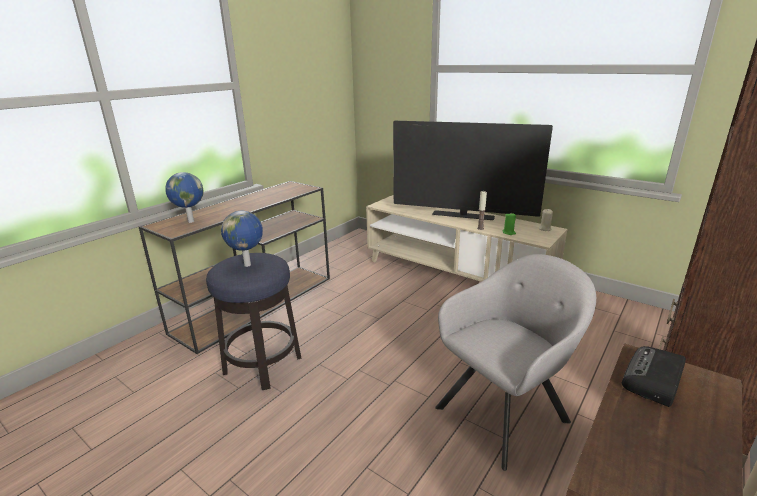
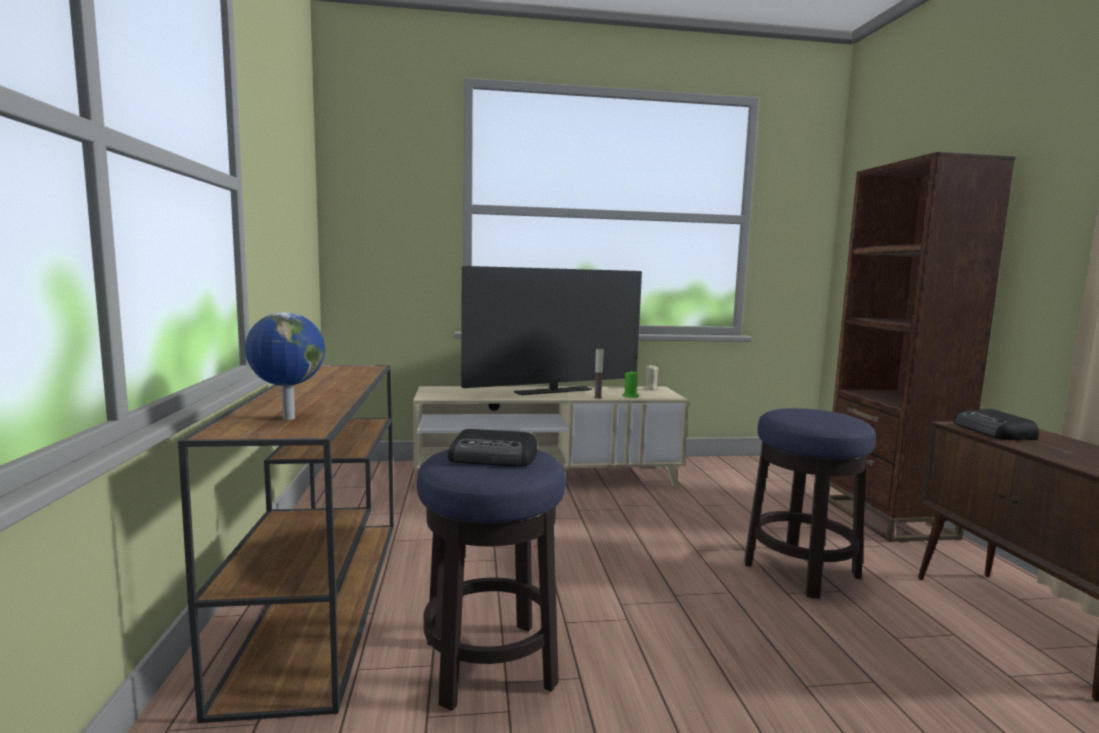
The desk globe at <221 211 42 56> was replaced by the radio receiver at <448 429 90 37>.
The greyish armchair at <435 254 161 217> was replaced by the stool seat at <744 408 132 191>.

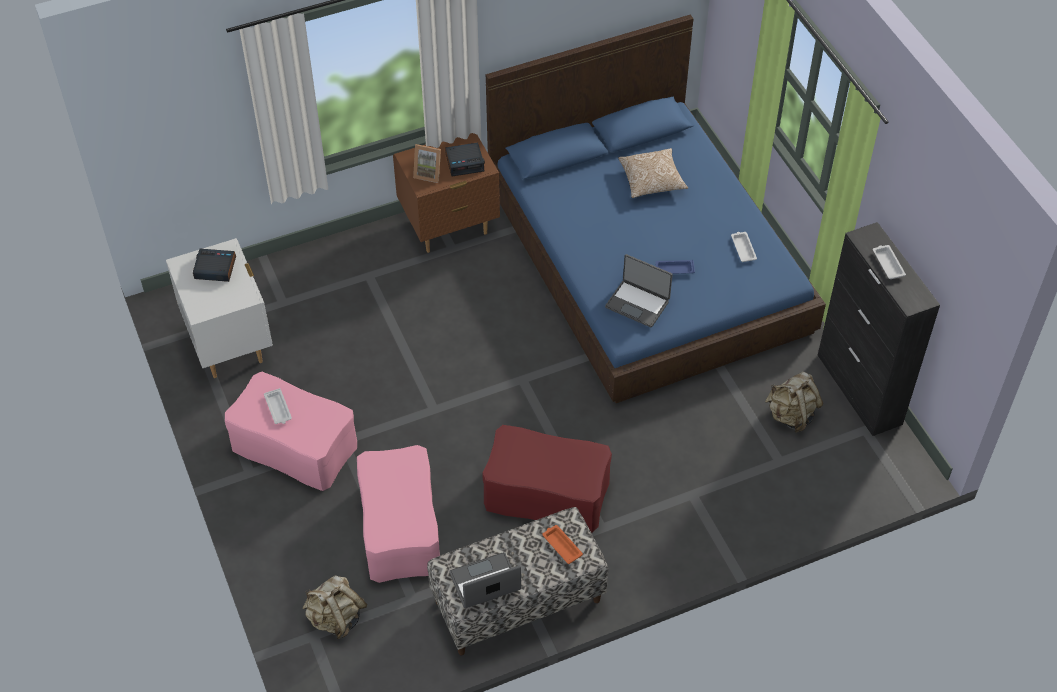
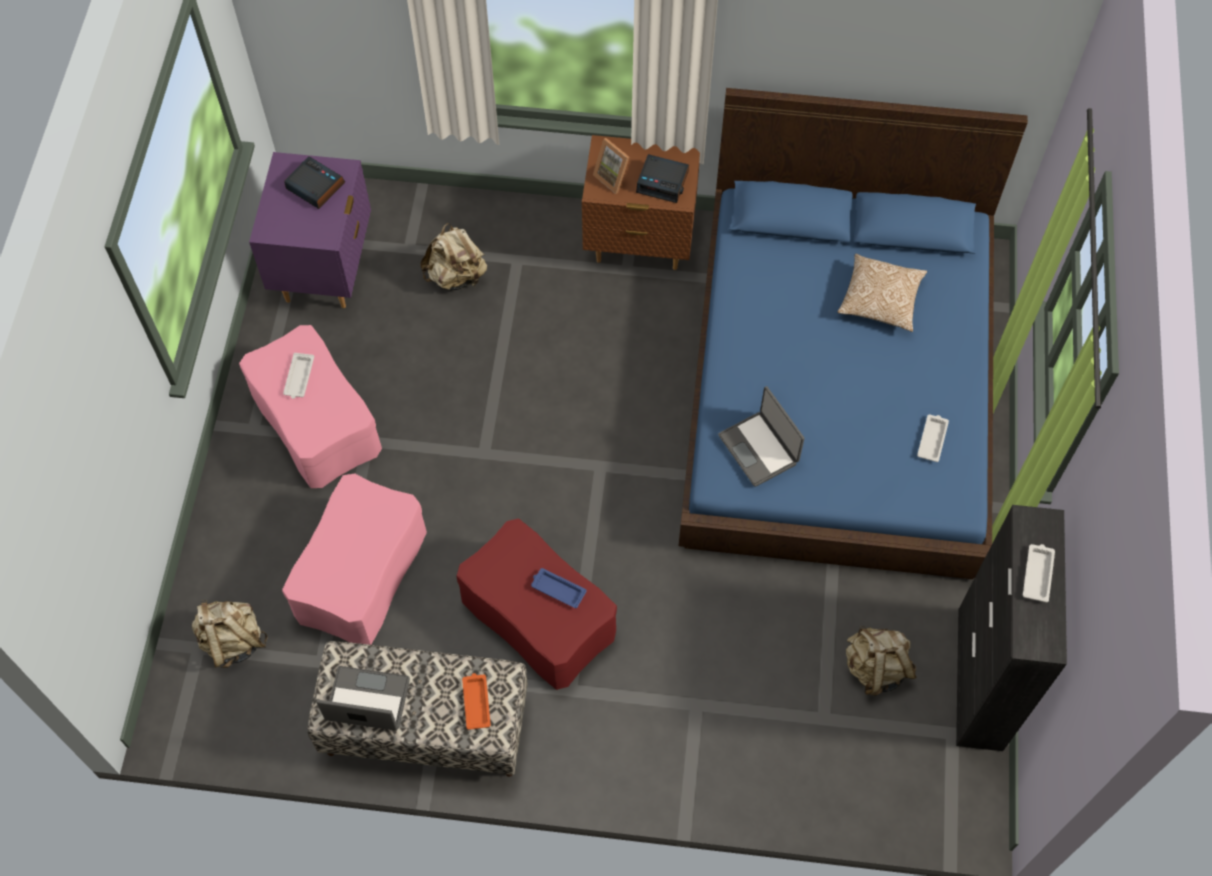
The white bedside table at <166 238 107 140> became the purplish bedside table at <249 152 122 156>.
The beige backpack at <420 223 67 67> appeared.
The blue carrying tray moved from <655 260 40 14> to <531 568 55 40>.

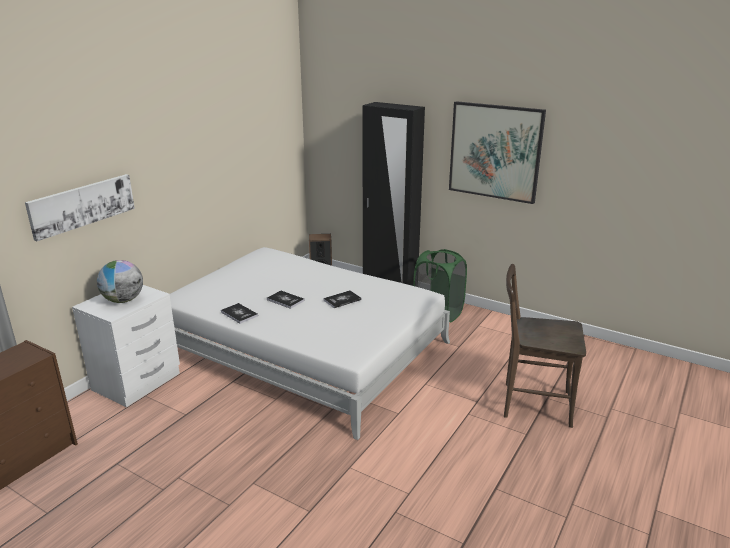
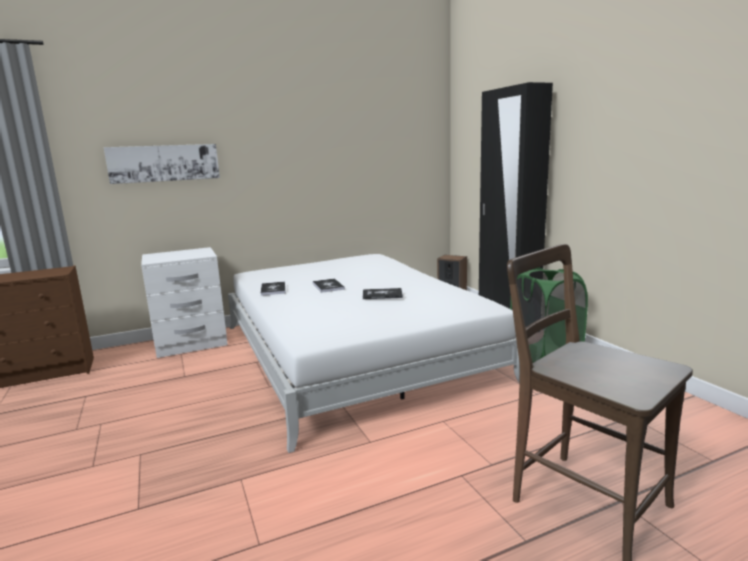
The desk globe at <97 260 46 43> disappeared.
The wall picture at <449 101 97 103> disappeared.

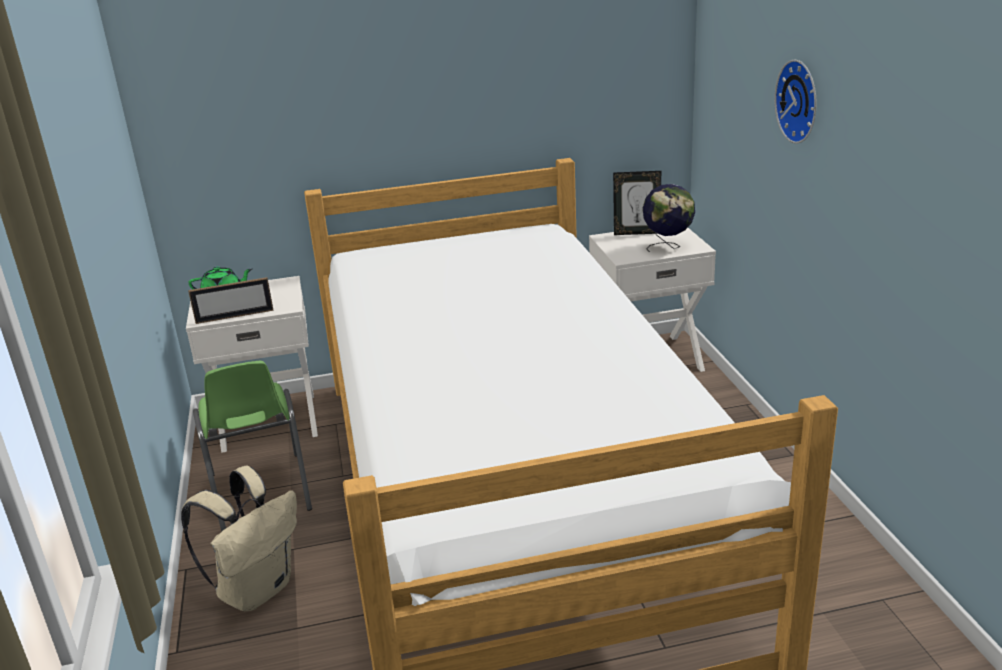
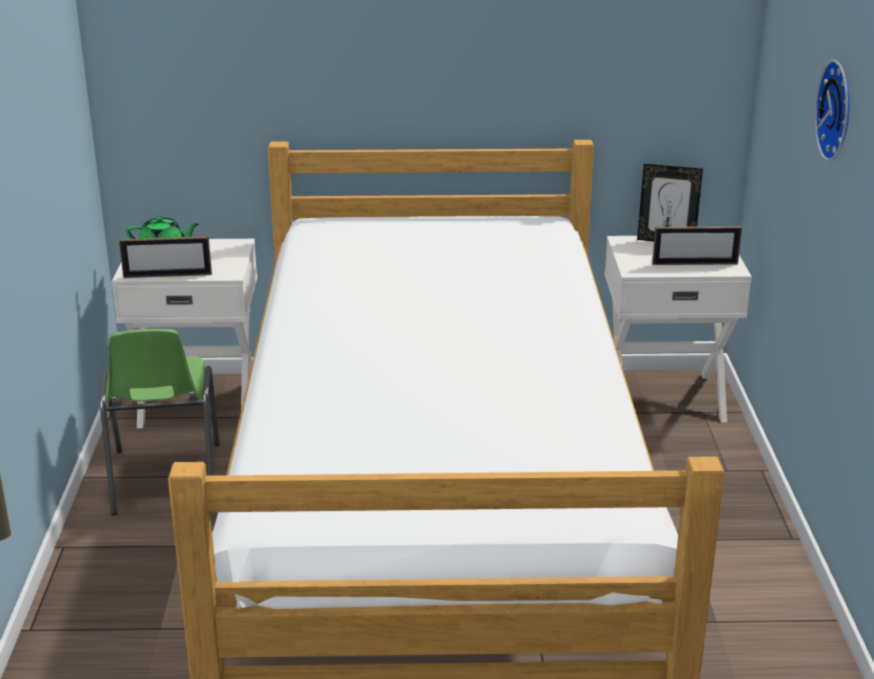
The desk globe at <643 184 52 68> was replaced by the picture frame at <652 226 90 39>.
The beige backpack at <181 466 116 146> disappeared.

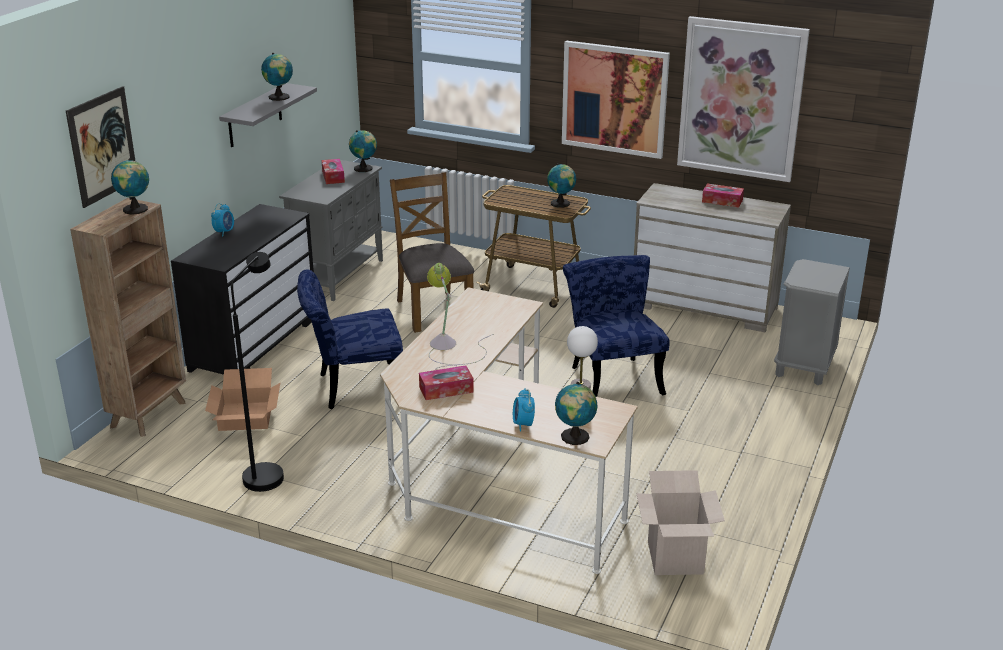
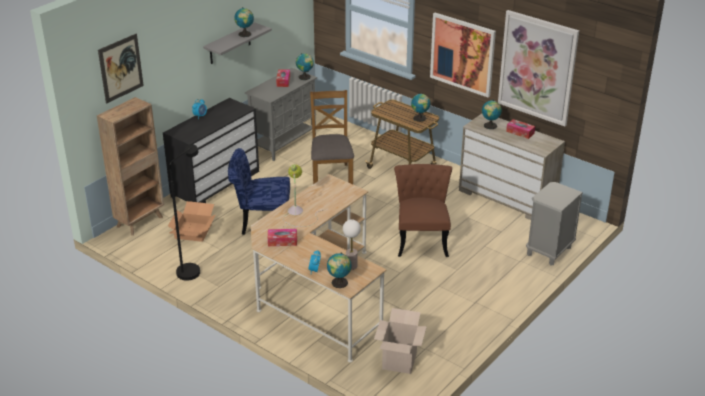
The blue plain chair at <563 255 107 142> became the brownish plain chair at <394 164 58 93>.
The desk globe moved from <111 158 38 57> to <482 100 20 29>.

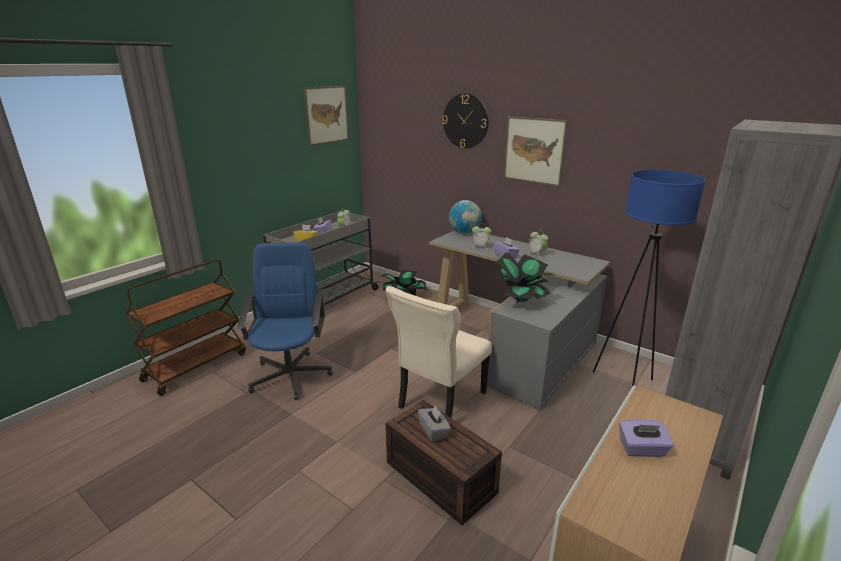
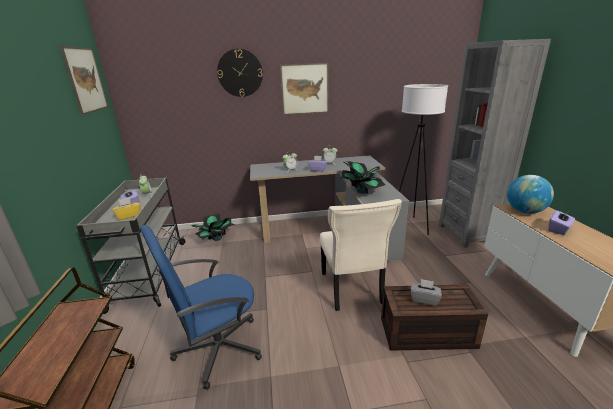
The blue desk chair at <237 242 96 158> turned 75 degrees counterclockwise.
The blue standing lamp at <593 170 113 217> became the white standing lamp at <399 84 49 151>.
The desk globe moved from <449 200 33 34> to <507 175 47 39>.

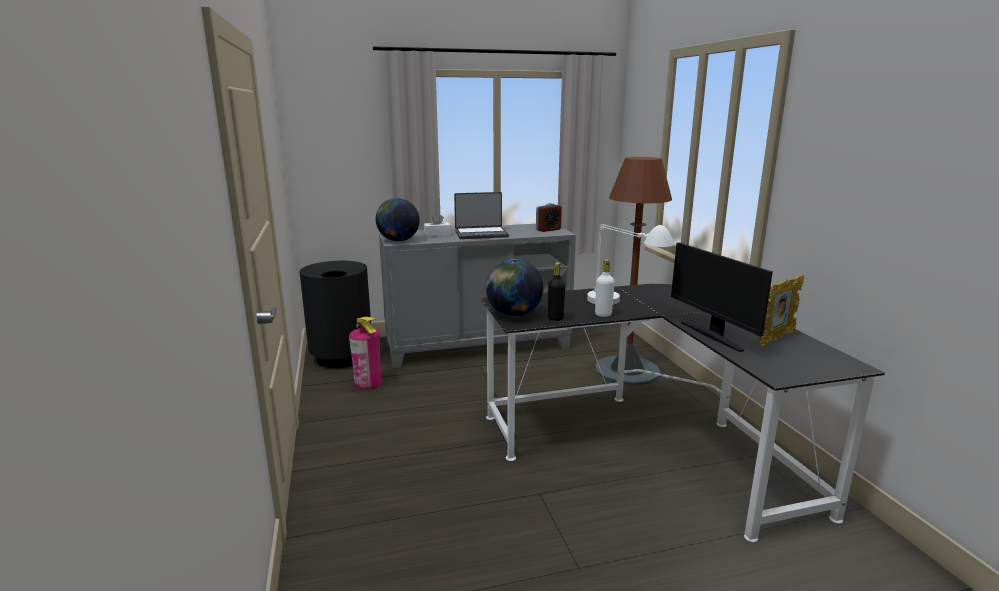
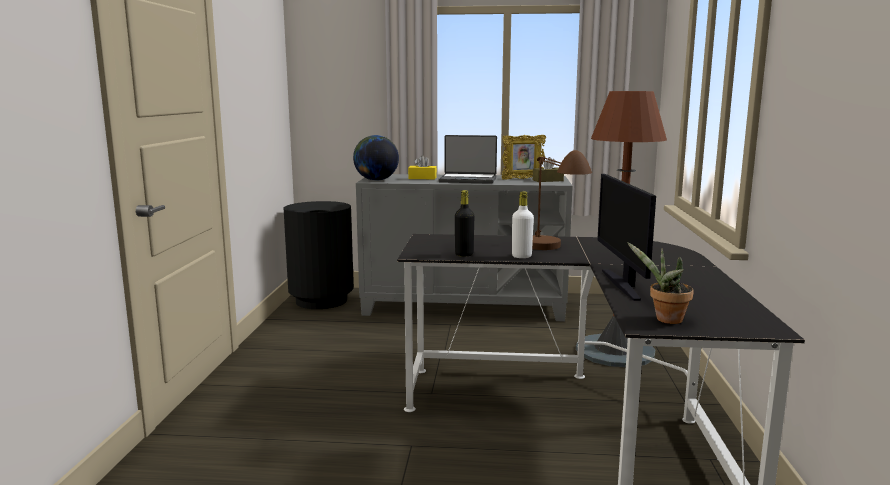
The white box of tissues at <424 214 27 23> became the yellow-coloured box of tissues at <408 155 29 24>.
The picture frame moved from <760 275 44 71> to <501 135 45 45>.
The white tabletop lamp at <587 224 87 81> became the brownish tabletop lamp at <532 150 60 100>.
The bedside clock at <536 203 26 29> was replaced by the brownish box of tissues at <533 157 31 25>.
The plant in a pot at <627 242 67 82> appeared.
The extinguisher at <349 317 33 73> disappeared.
The desk globe at <486 259 57 58> disappeared.

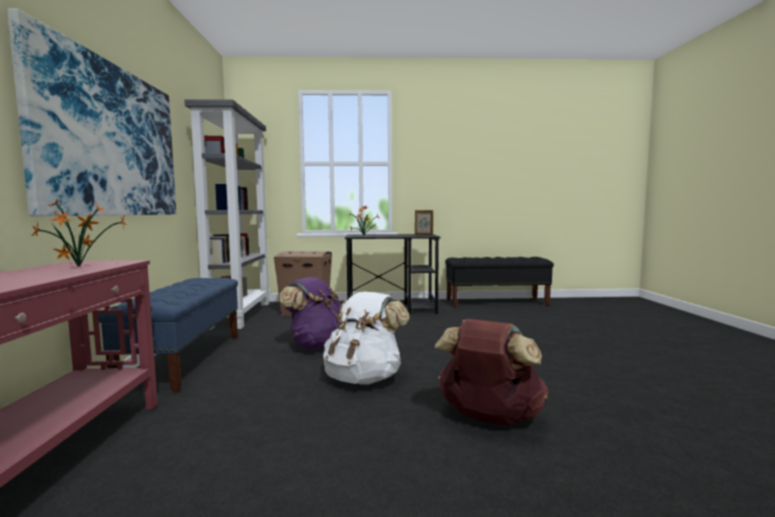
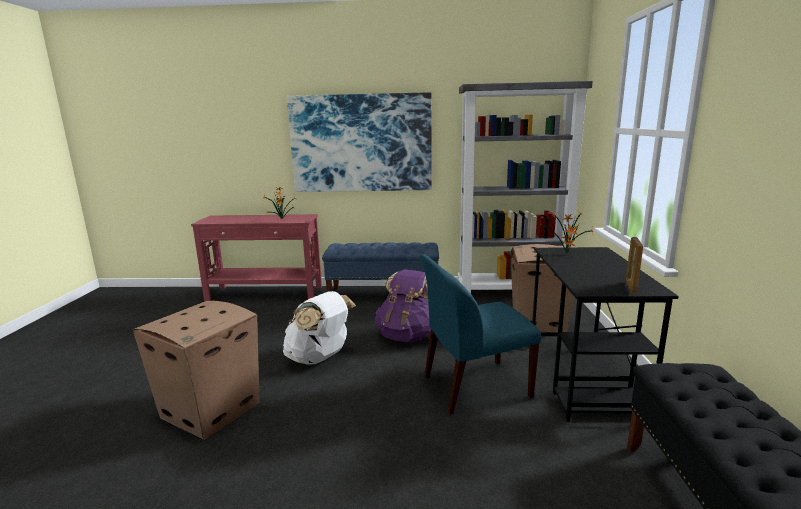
The brownish backpack at <435 319 114 106> was replaced by the cardboard box at <133 301 126 139>.
The blue plain chair at <420 254 121 161> appeared.

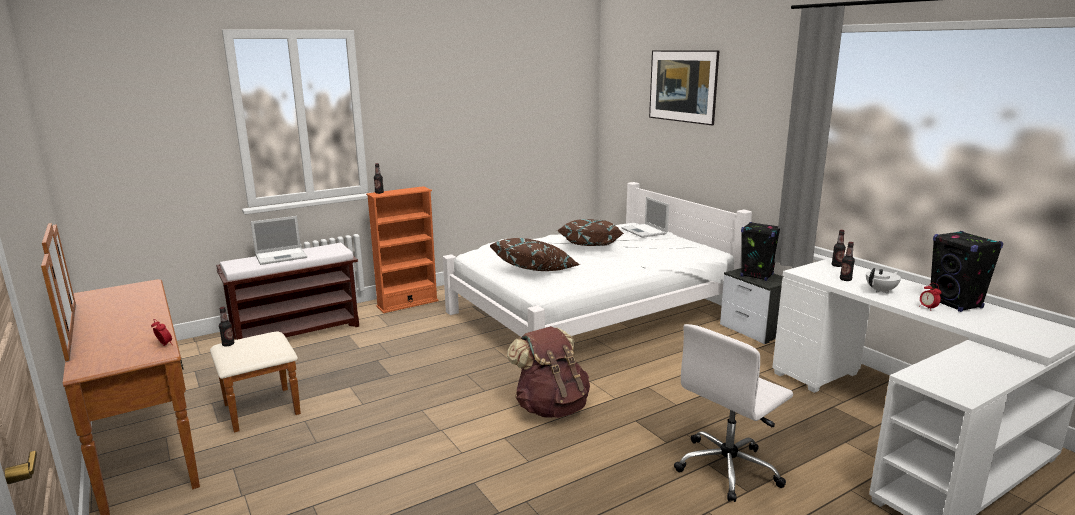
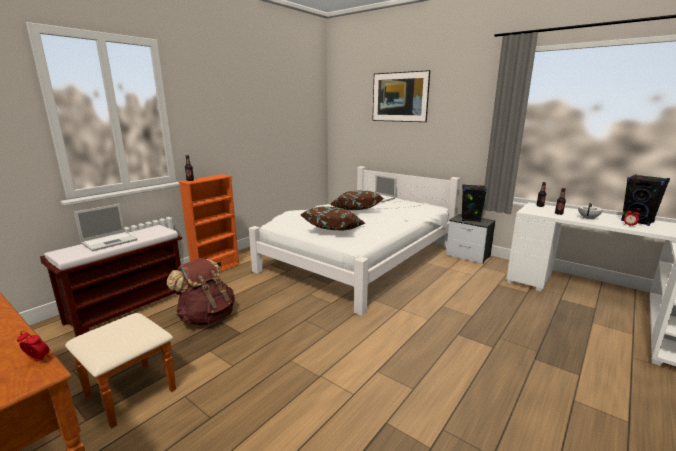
The brownish backpack moved from <507 326 83 92> to <167 258 68 68>.
The beverage bottle at <219 307 15 39> disappeared.
The white desk chair at <674 324 119 178> disappeared.

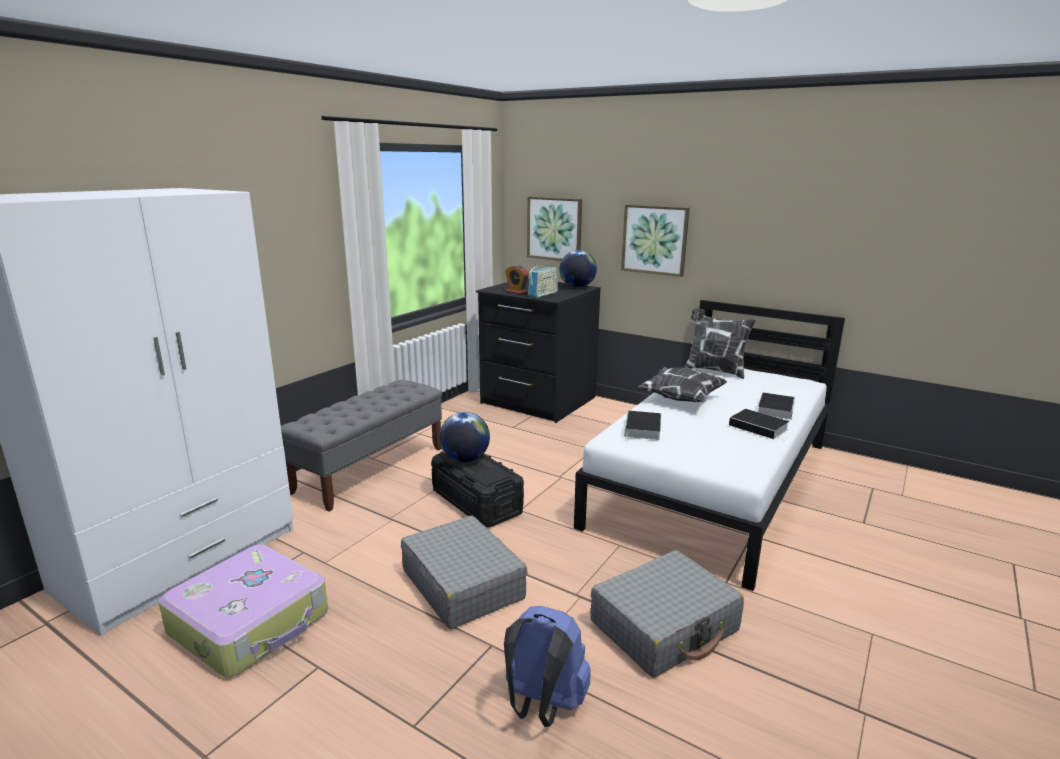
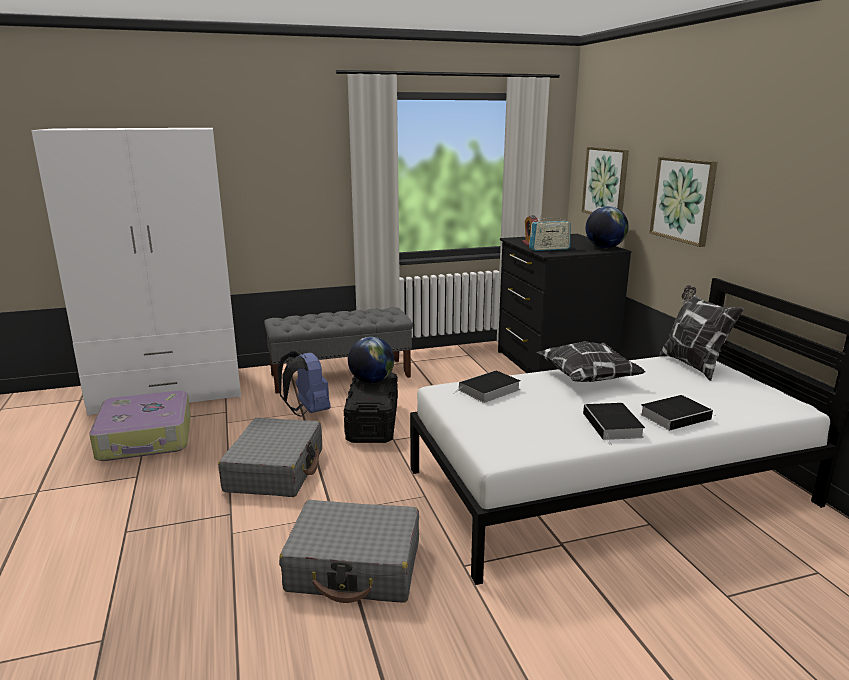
The blue backpack moved from <504 606 87 121> to <277 350 54 67>.

